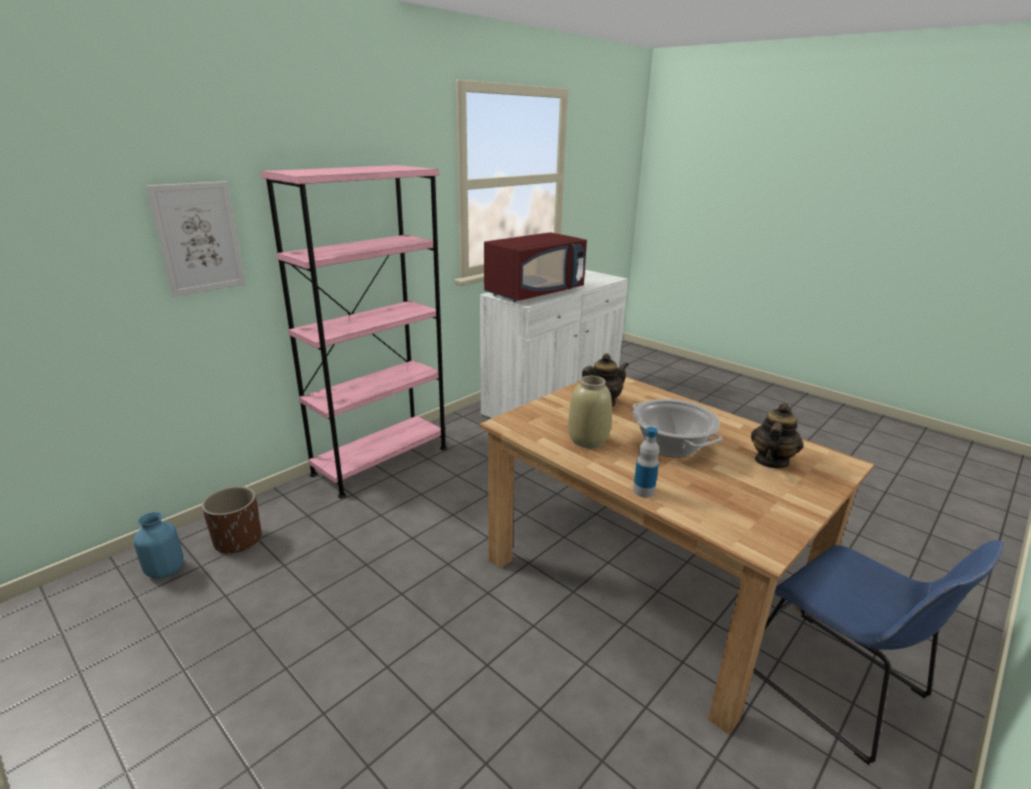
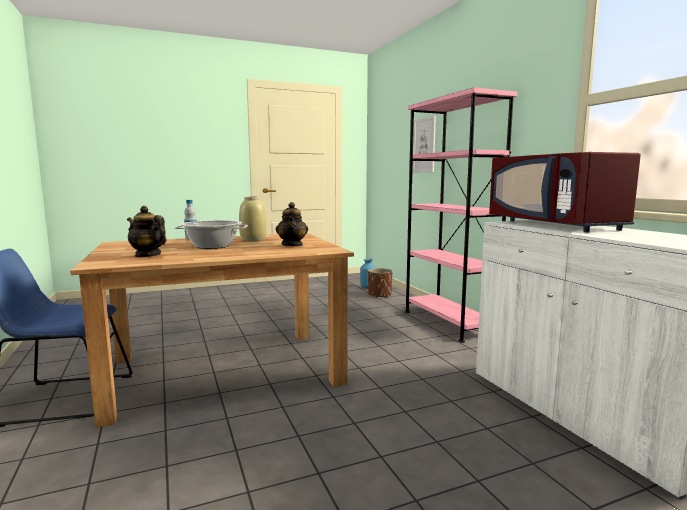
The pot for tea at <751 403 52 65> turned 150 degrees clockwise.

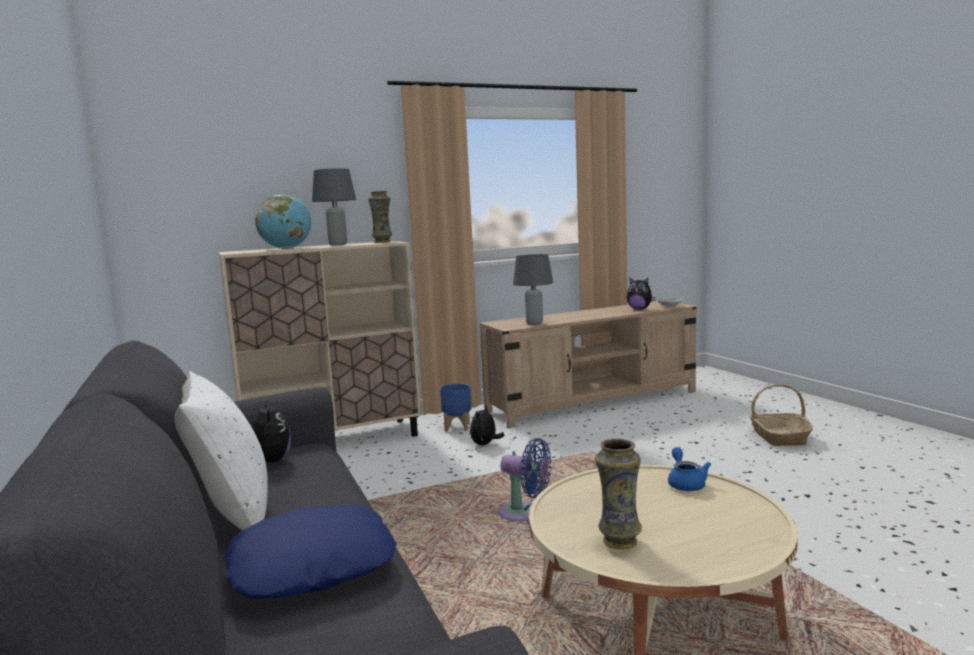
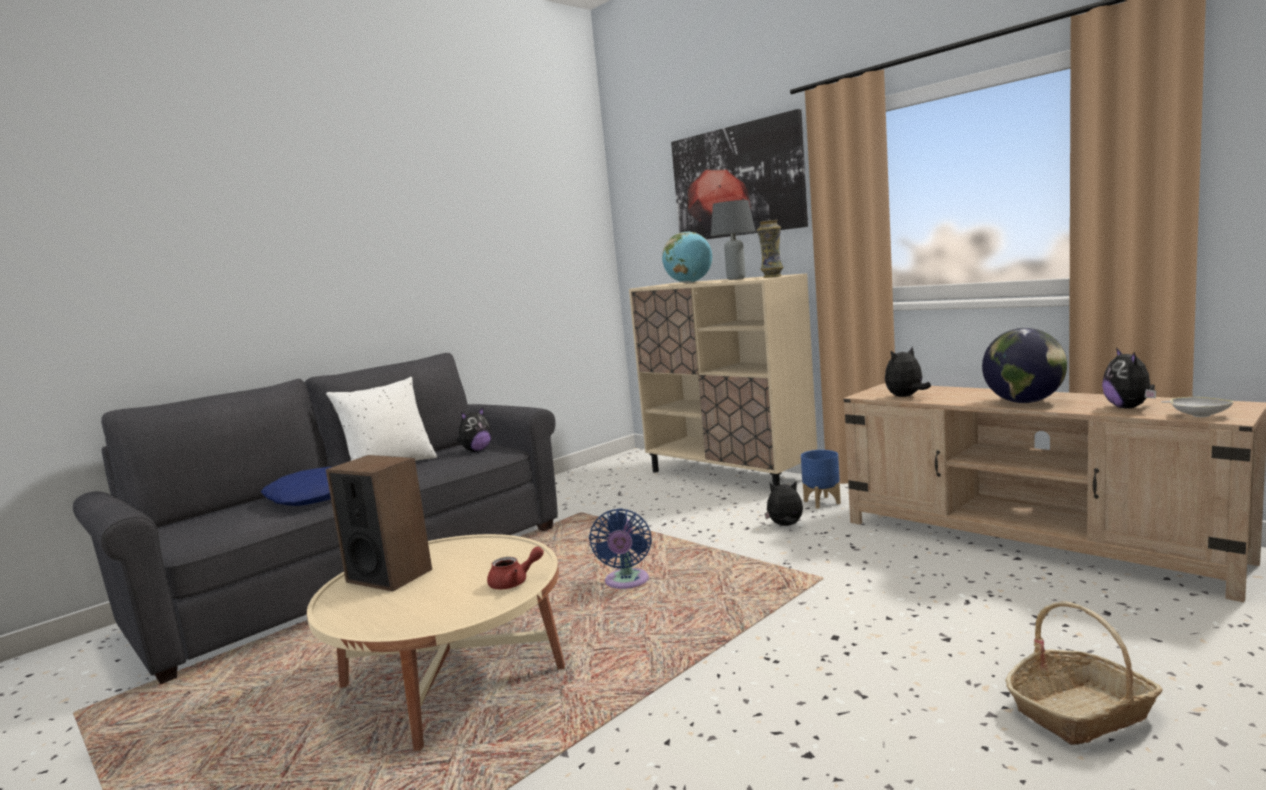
The decorative vase at <595 439 47 111> was replaced by the loudspeaker at <326 455 106 136>.
The blue pot for tea at <668 447 43 44> became the red-coloured pot for tea at <487 546 57 43>.
The wall picture at <671 109 137 130> appeared.
The greyish tabletop lamp at <513 254 40 71> was replaced by the soft toy at <885 347 46 50>.
The desk globe at <982 328 85 75> appeared.

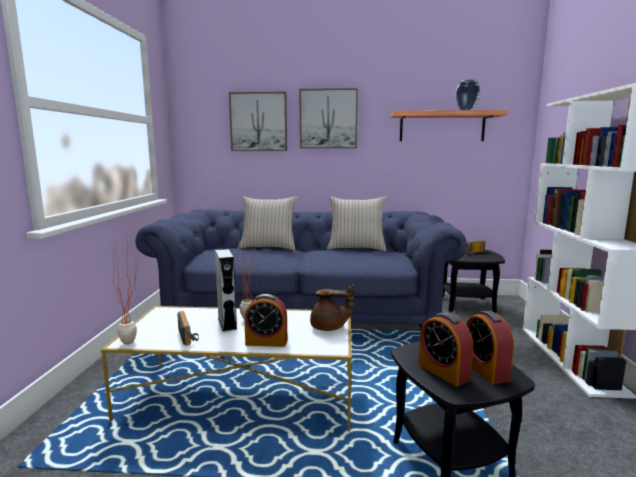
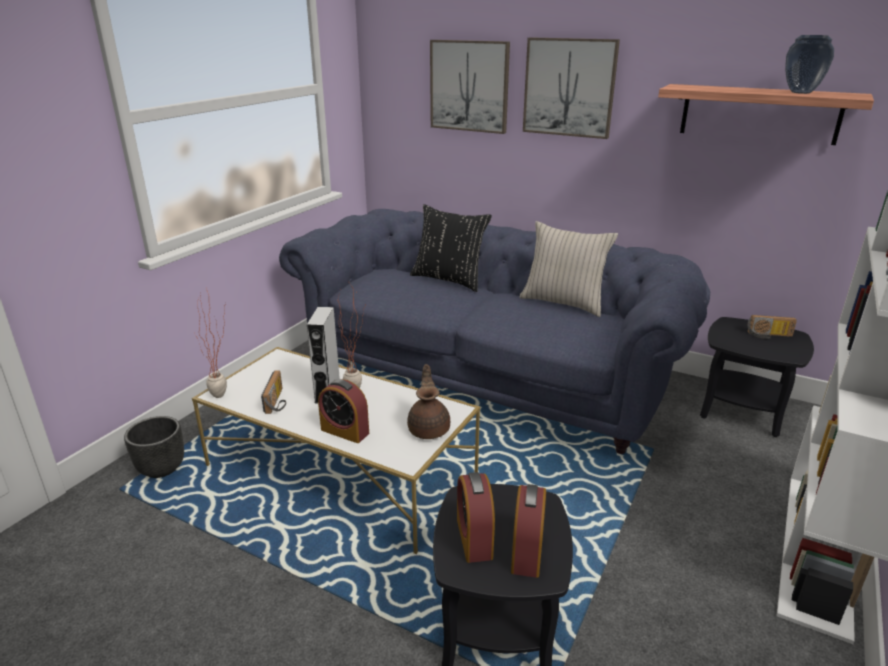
The black flower pot at <124 416 60 62> appeared.
The brownish pot for tea at <310 283 44 48> turned 120 degrees counterclockwise.
The beige pillow at <238 196 59 55> became the black pillow at <410 204 82 88>.

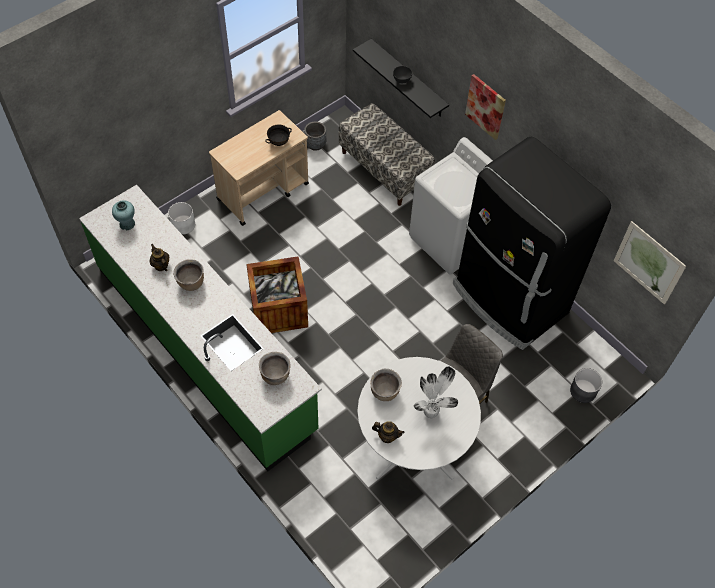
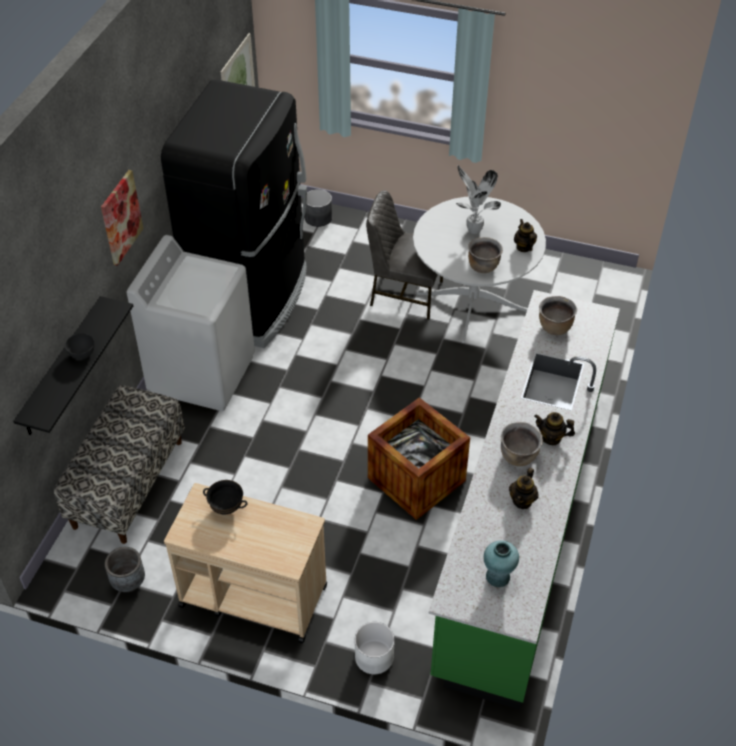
The pot for tea at <534 412 41 33> appeared.

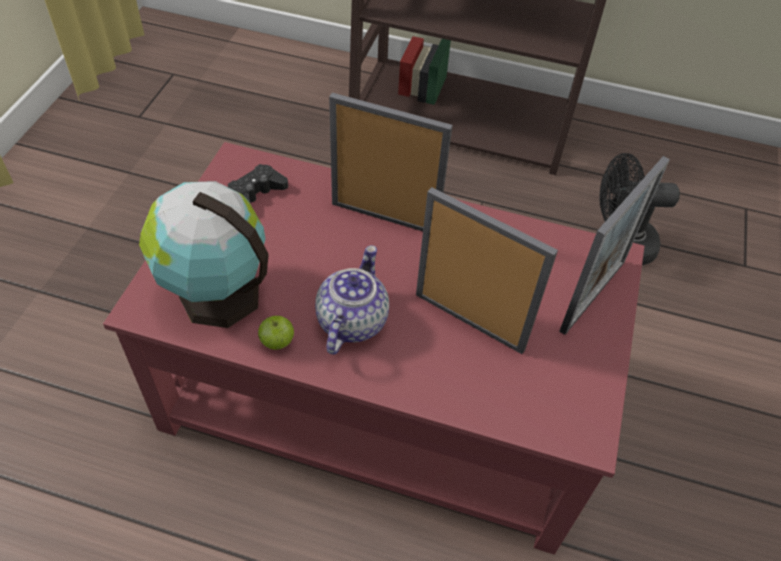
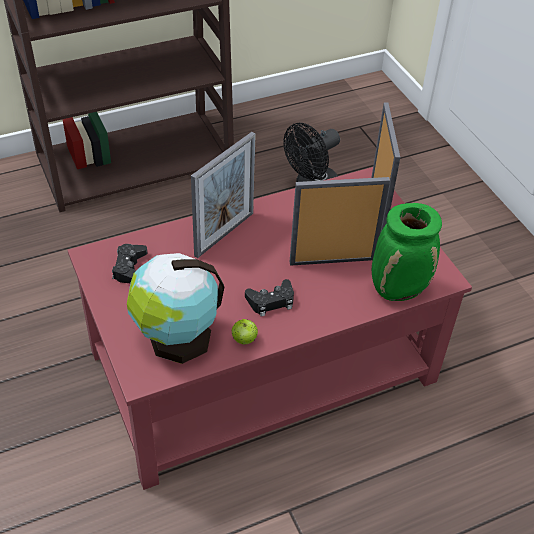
The picture frame at <329 93 124 138> turned 150 degrees clockwise.
The pot for tea at <315 245 74 110> was replaced by the black gamepad at <245 279 49 37>.
The greenish decorative vase at <372 203 70 98> appeared.

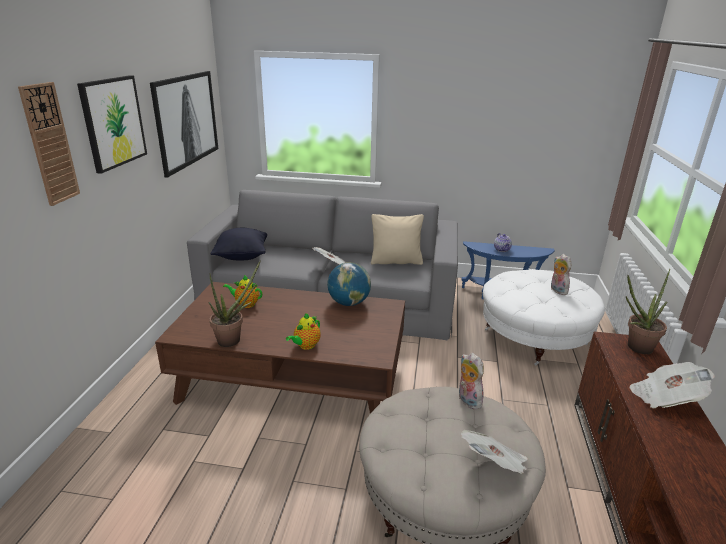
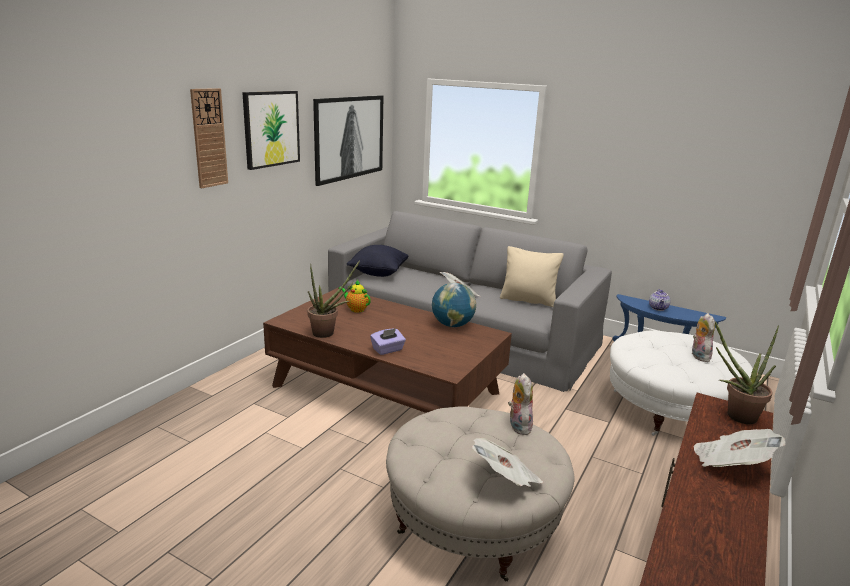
The pot for tea at <286 313 35 37> was replaced by the purplish box of tissues at <370 328 36 27>.

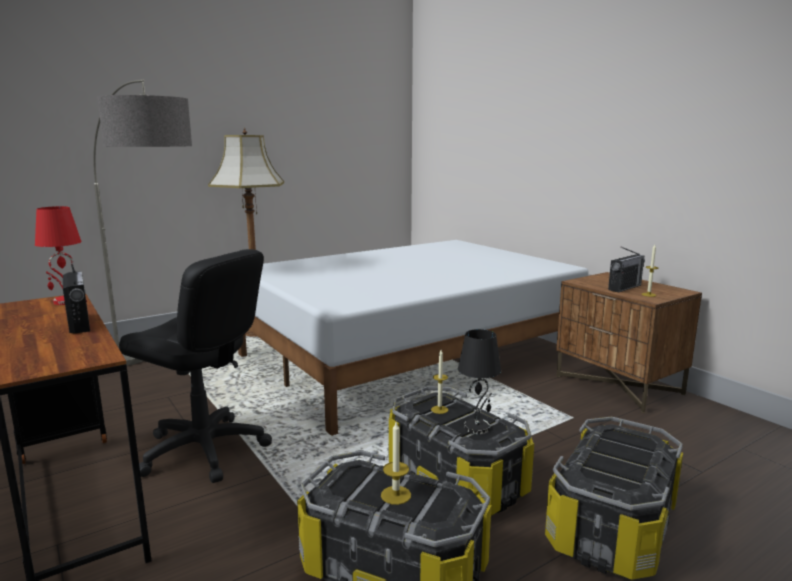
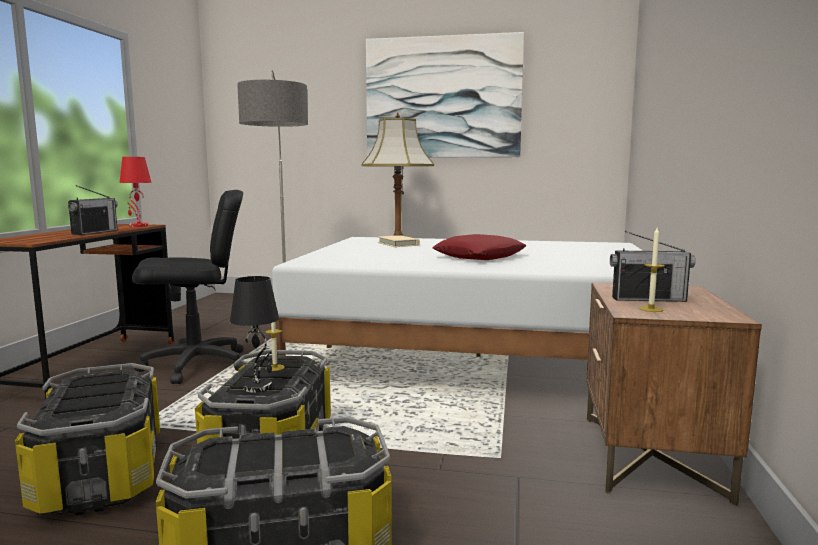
The black desk chair at <119 249 153 234> turned 90 degrees counterclockwise.
The wall picture at <366 32 158 126> appeared.
The beige volume at <378 235 42 12> appeared.
The red-coloured pillow at <432 234 95 26> appeared.
The candle at <381 422 30 83> disappeared.

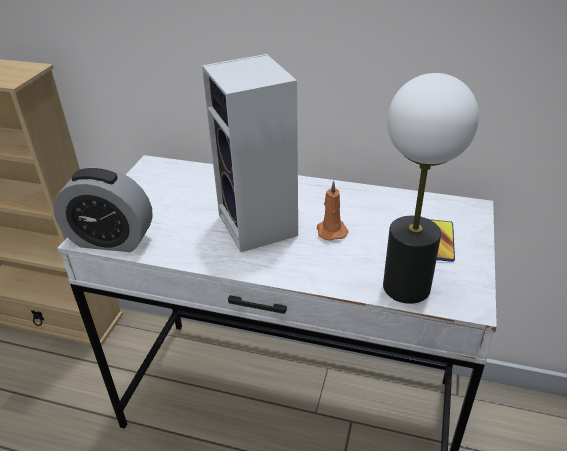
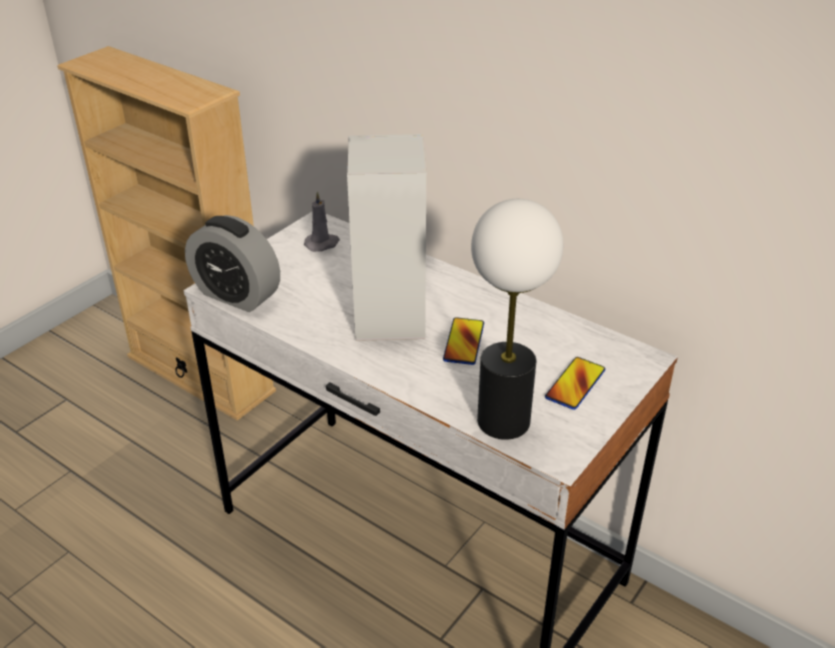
The greyish candle at <304 191 36 61> appeared.
The orange-coloured candle at <317 181 32 60> was replaced by the telephone at <443 317 41 48>.

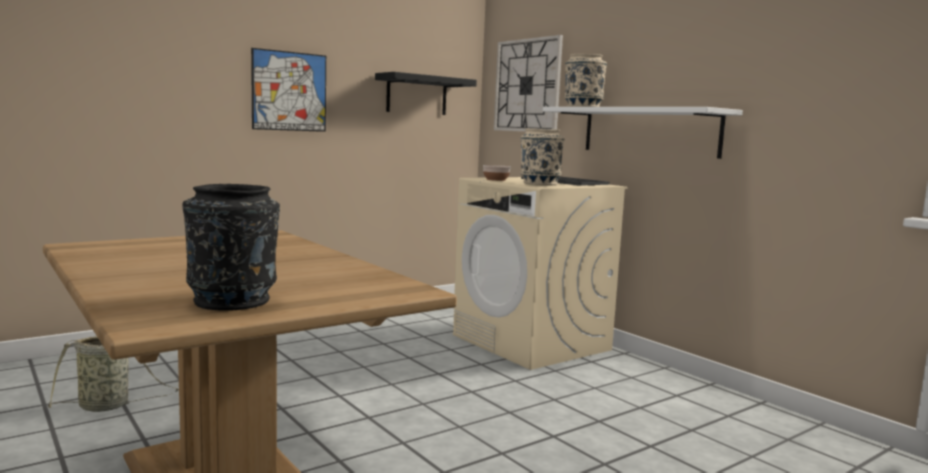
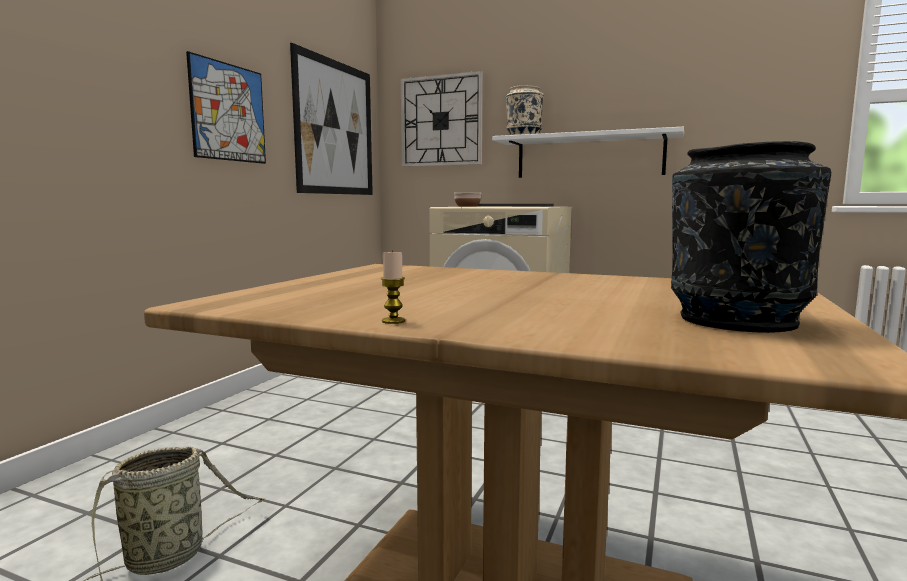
The black shelf at <375 72 102 43> was replaced by the wall picture at <290 43 83 152>.
The candle at <381 250 24 74> appeared.
The beige decorative vase at <520 129 44 57> disappeared.

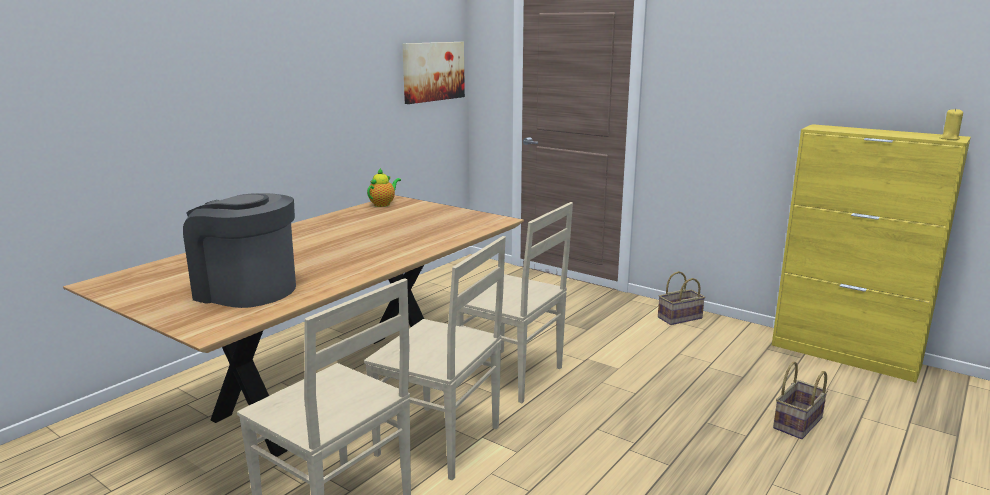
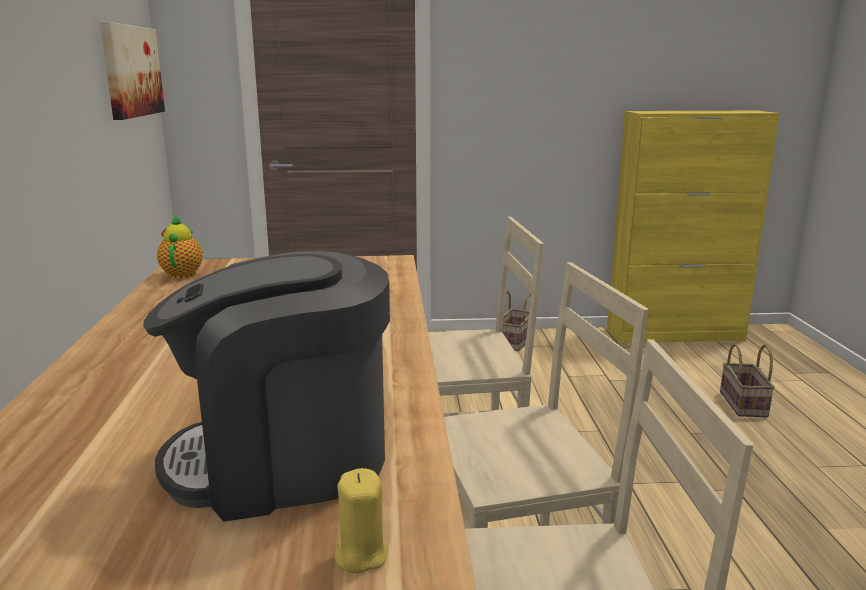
The yellow-coloured candle moved from <939 108 24 32> to <334 468 54 105>.

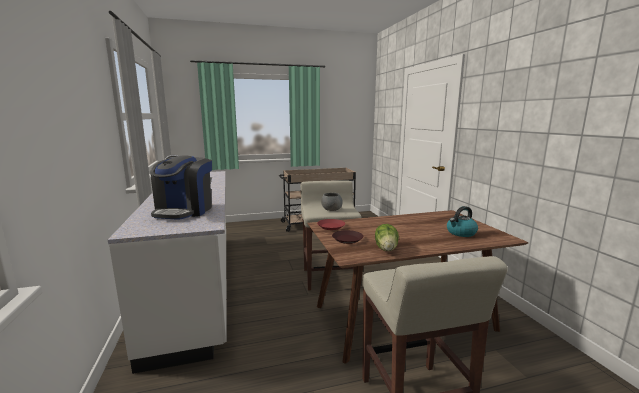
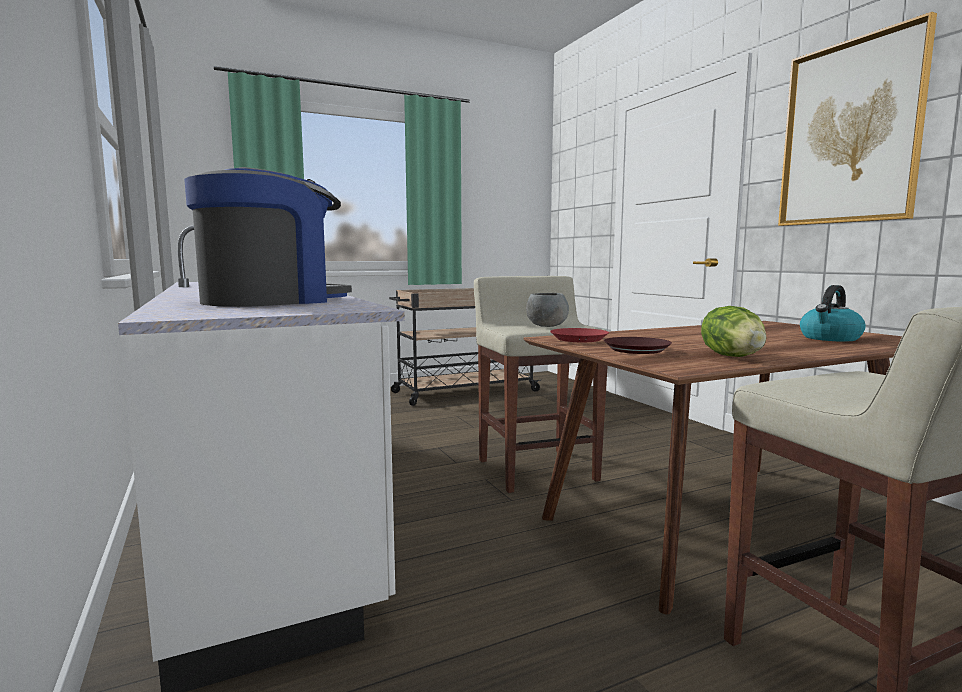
The coffee maker at <150 155 62 65> turned 135 degrees counterclockwise.
The wall picture at <778 12 159 214> appeared.

